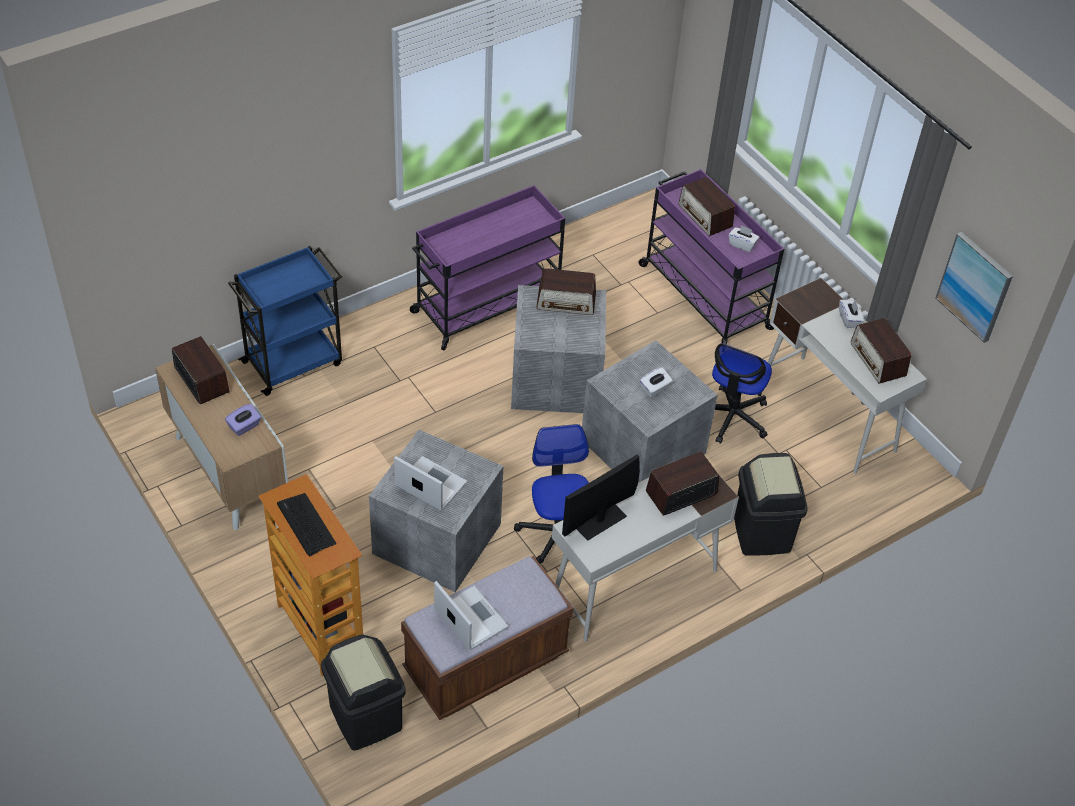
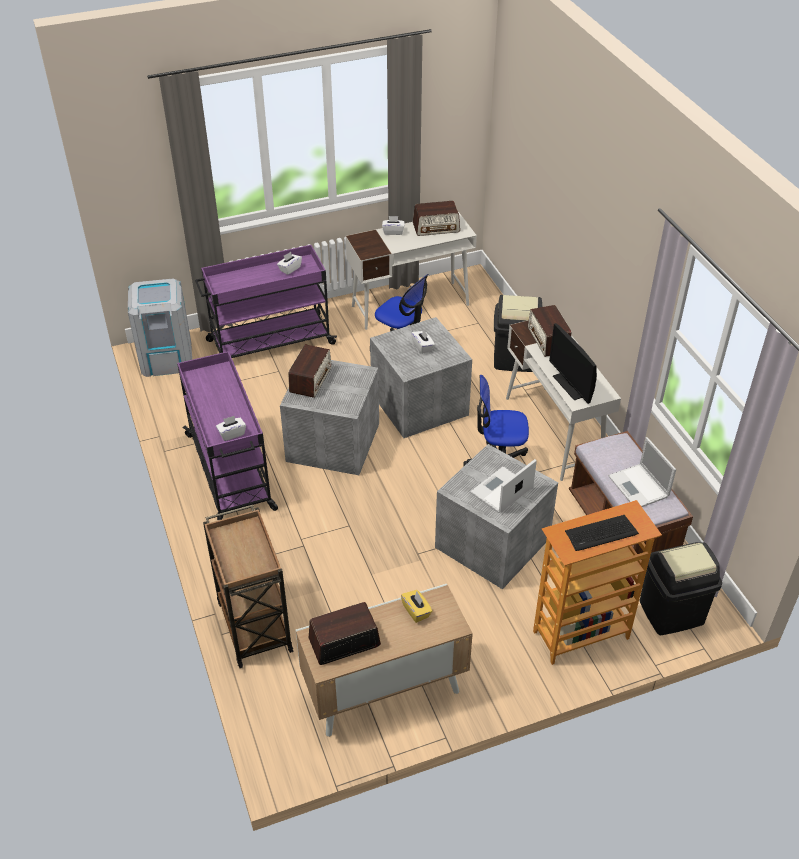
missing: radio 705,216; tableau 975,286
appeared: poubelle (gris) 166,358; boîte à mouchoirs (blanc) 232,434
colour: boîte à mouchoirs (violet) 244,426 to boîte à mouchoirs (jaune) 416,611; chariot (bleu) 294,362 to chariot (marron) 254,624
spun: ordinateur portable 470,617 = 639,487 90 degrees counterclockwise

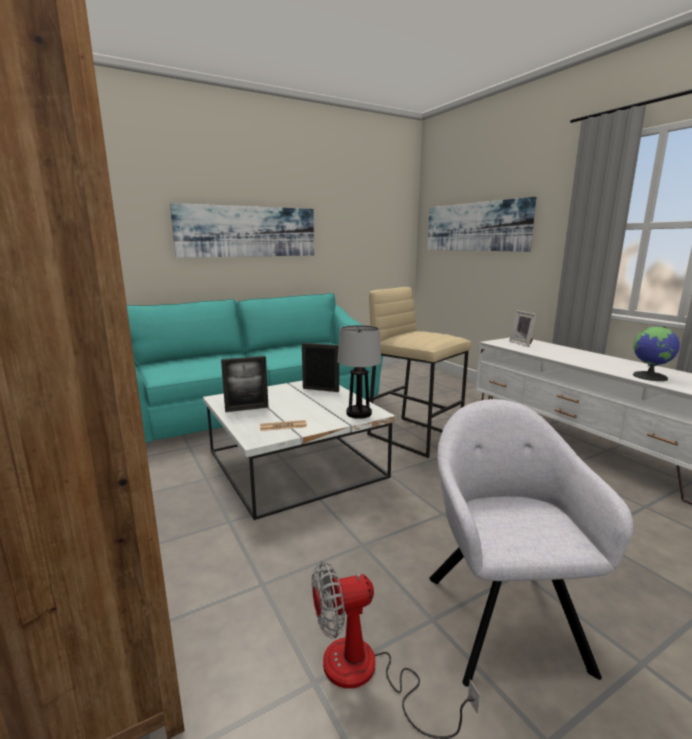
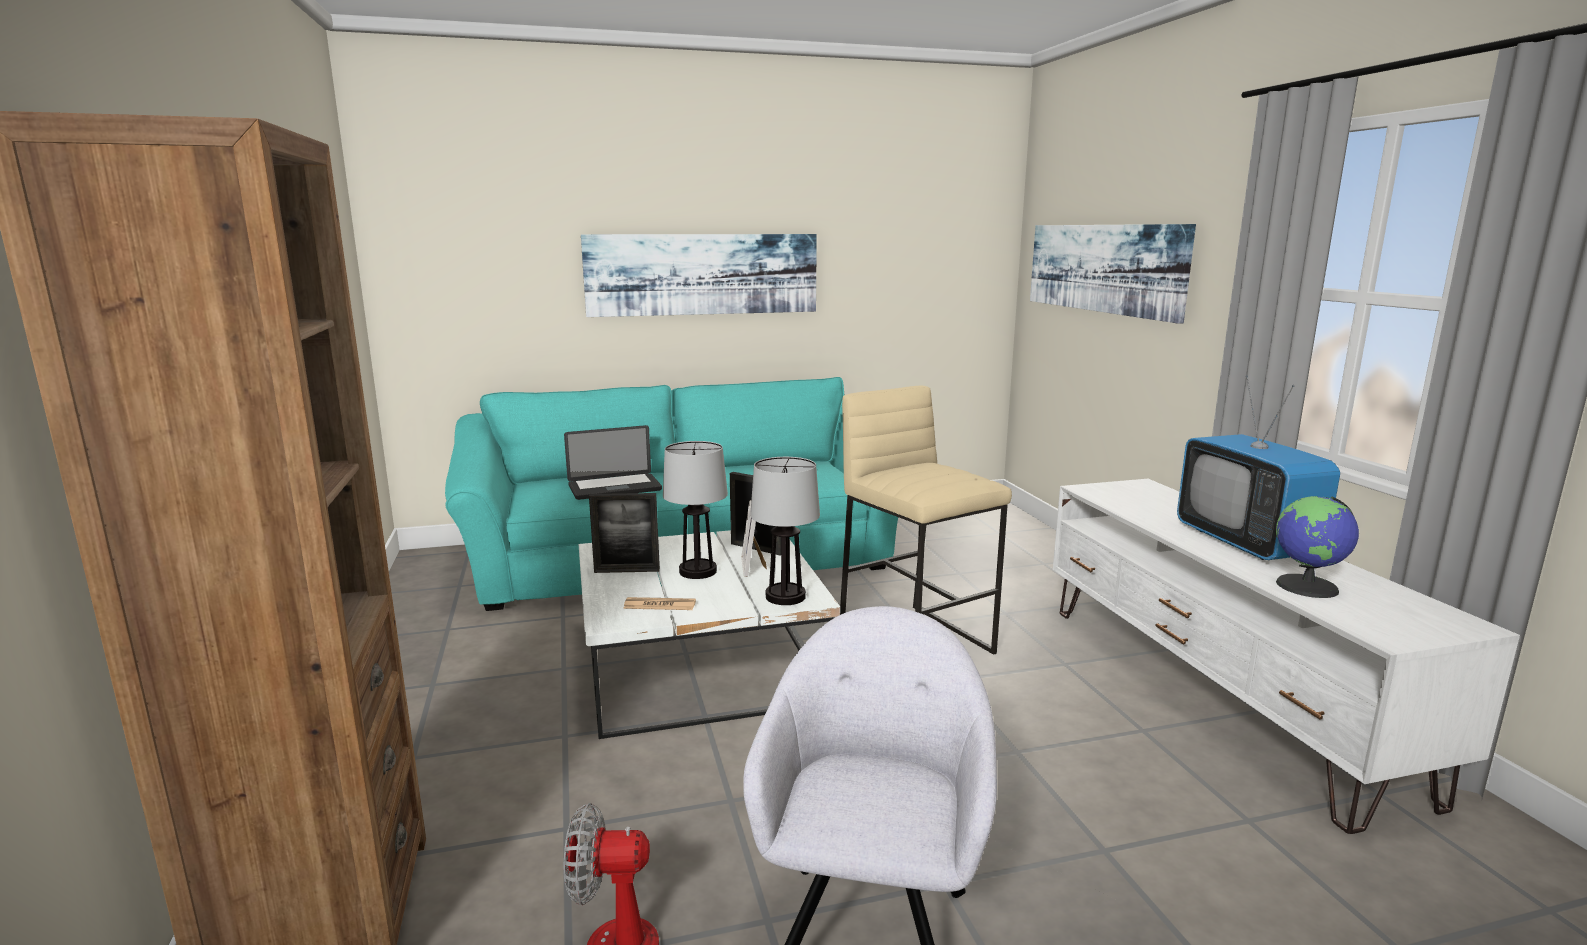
appeared: ordinateur portable 614,488; lampe de table 697,571; téléviseur 1245,543
relocated: cadre photo 522,343 to 754,566

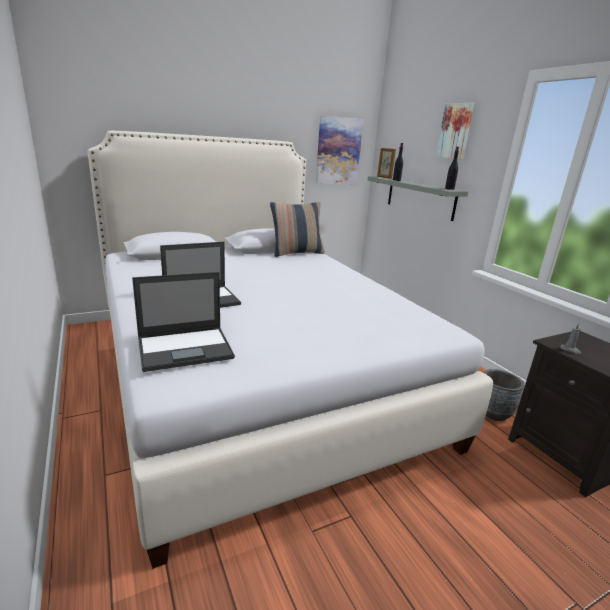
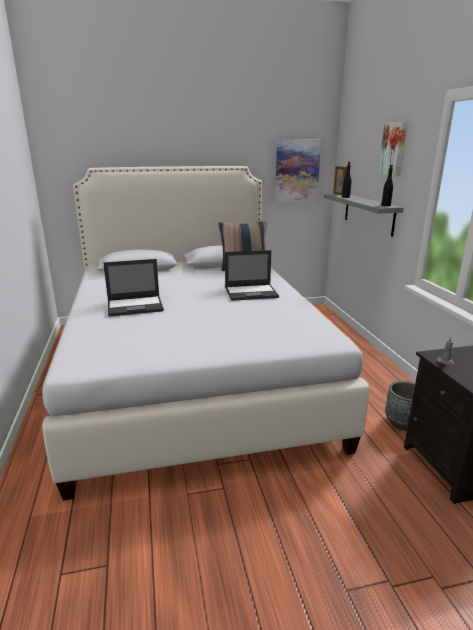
relocated: ordinateur portable 186,348 to 251,292

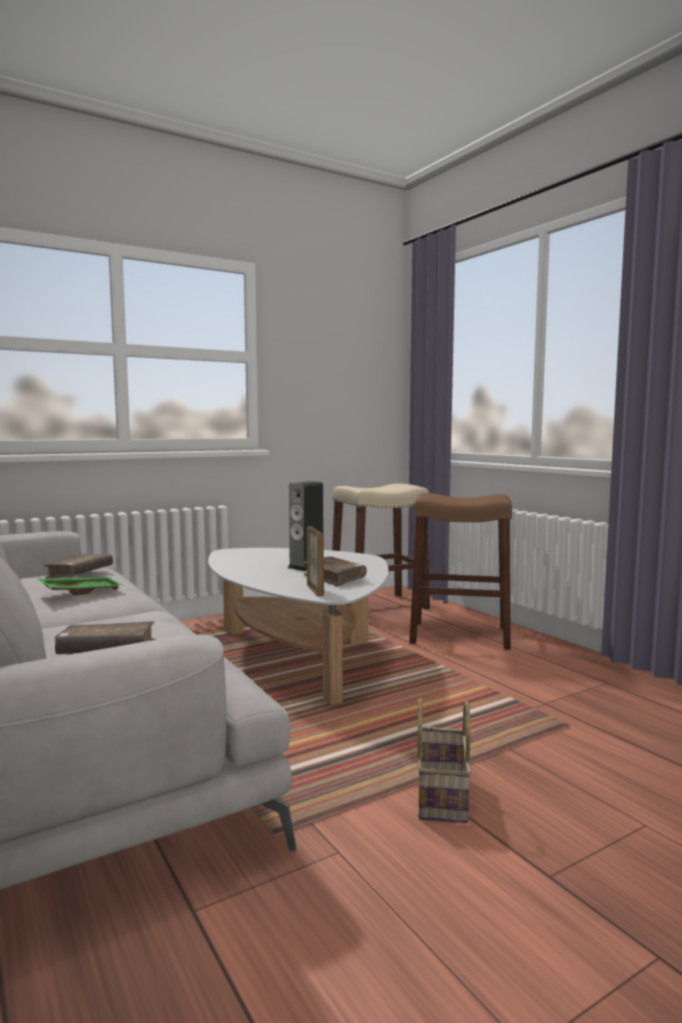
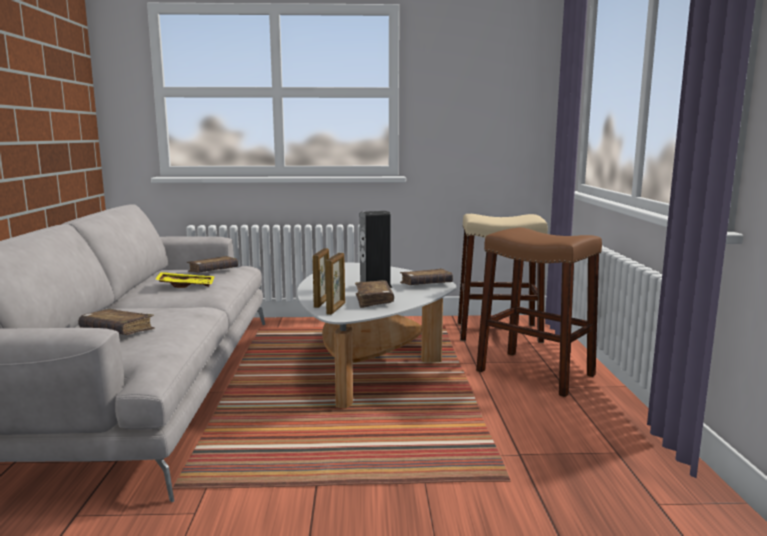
missing: panier 440,795
appeared: cadre photo 322,302; livre (marron) 426,284
colour: plateau (vert) 81,592 to plateau (jaune) 186,285

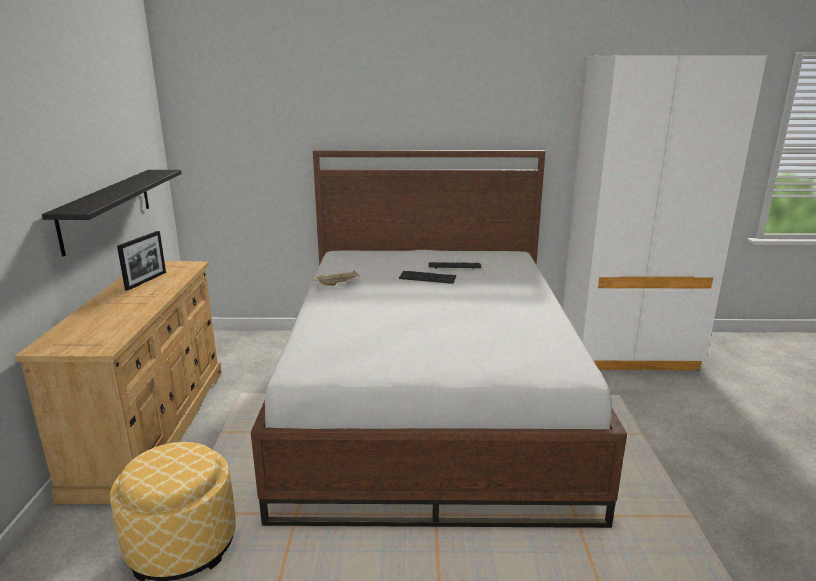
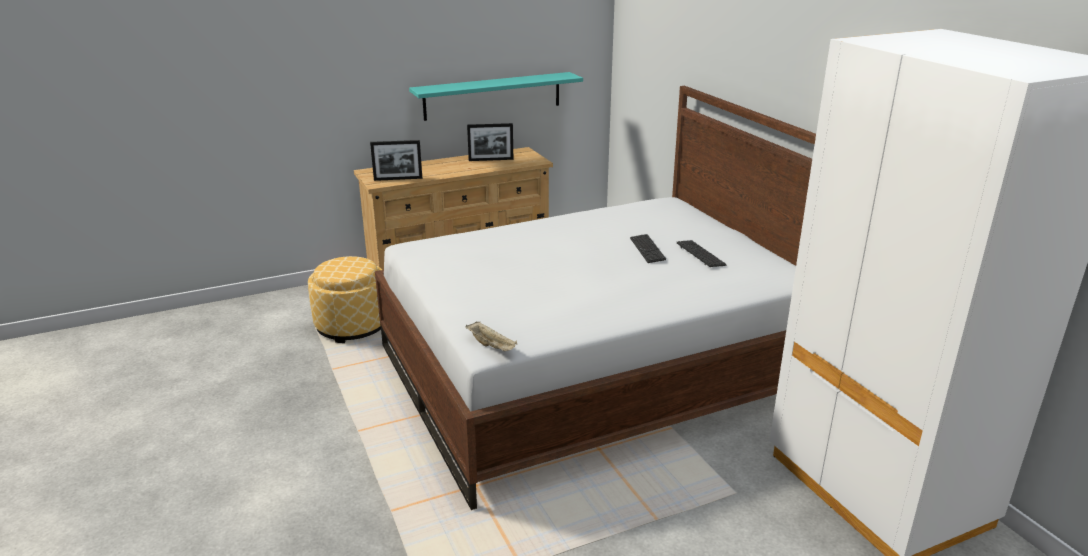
appeared: cadre photo 398,179
relocated: plateau (beige) 337,284 to 492,346
colour: étagère (noir) 107,208 to étagère (turquoise) 492,96

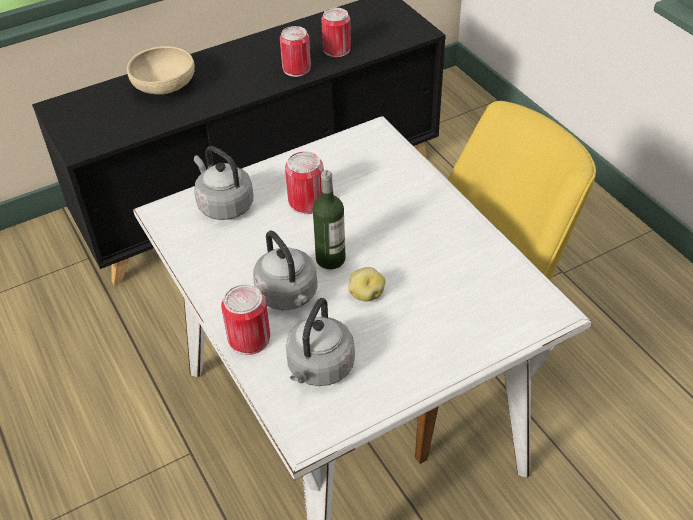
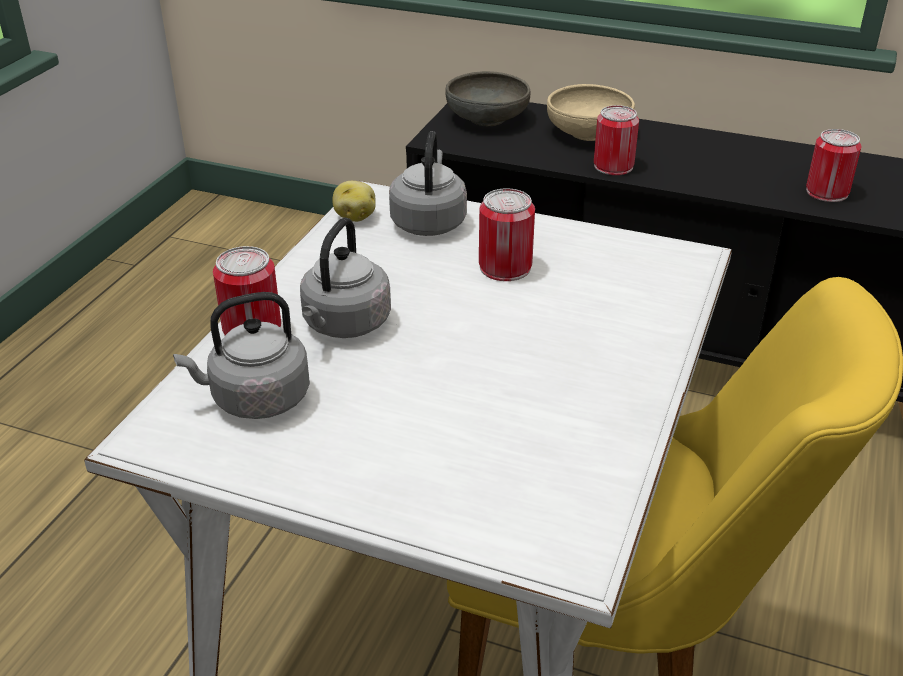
missing: bouteille 330,259
appeared: bol (gris) 487,119
relocated: boîte métallique 296,68 to 613,166; pomme de terre 366,294 to 355,216

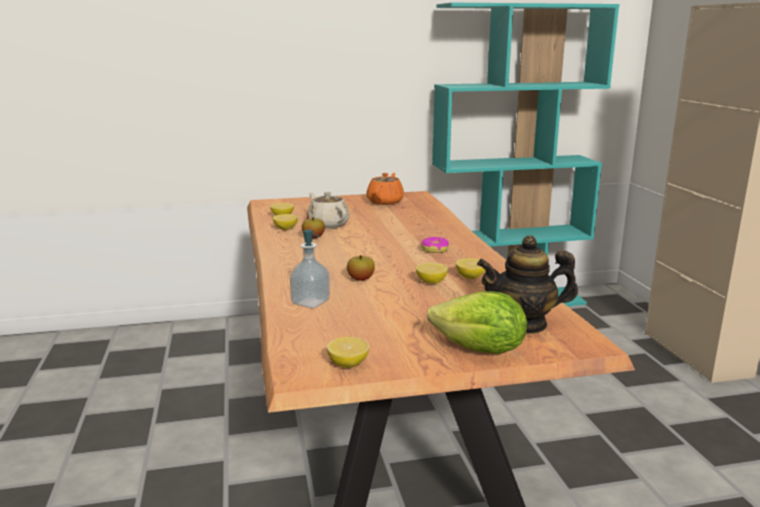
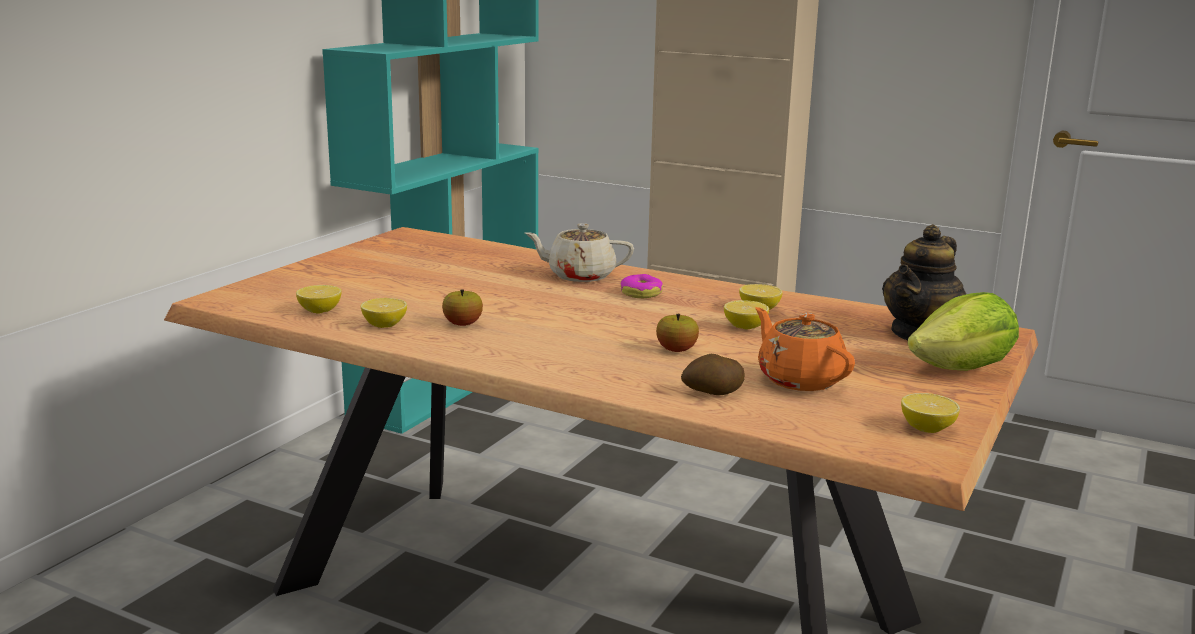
relocated: théière (beige) 327,224 to 580,276; théière (orange) 385,202 to 799,379
exchanged: distributeur de savon 310,302 to pomme de terre 712,393

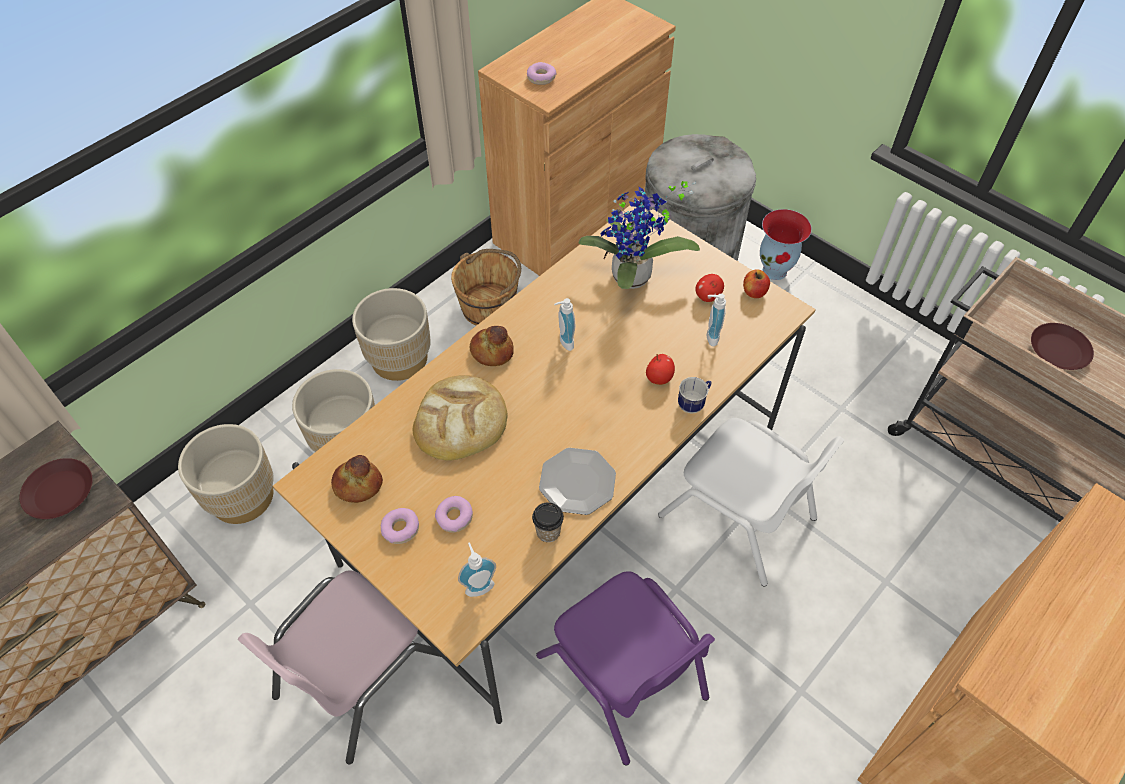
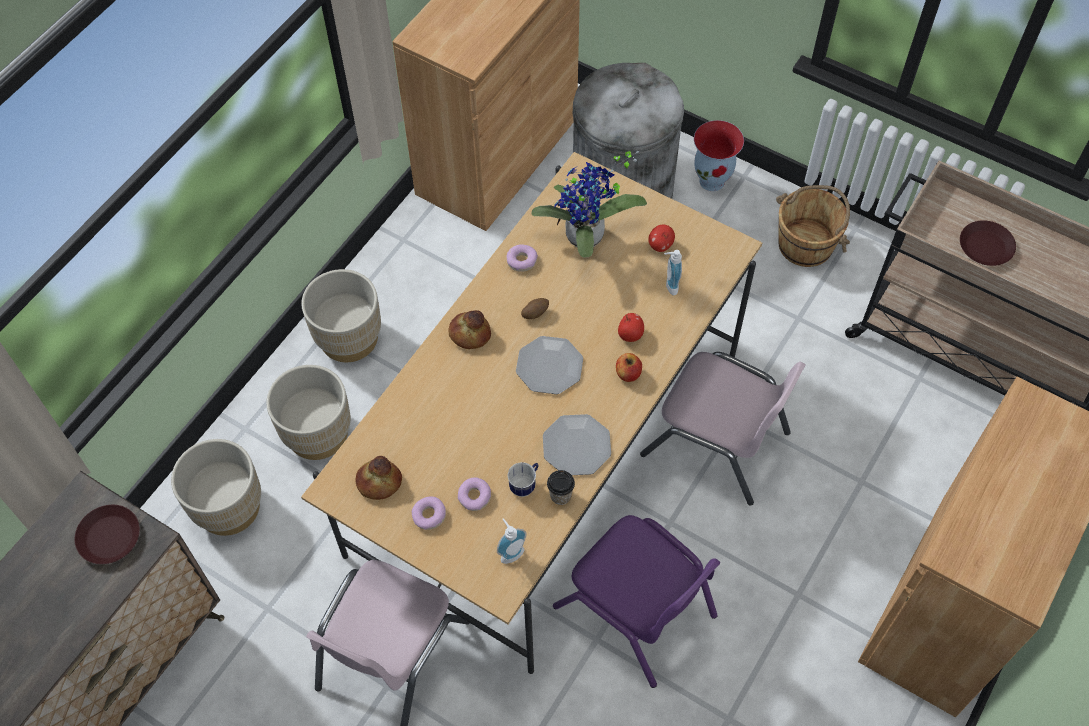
missing: pain 460,420
appeared: assiette 549,366
relocated: seau (marron) 489,307 to 806,244; beignet 541,78 to 522,261; mug 693,403 to 525,484; pomme 754,292 to 628,373
exchanged: distributeur de savon 563,342 to pomme de terre 535,313
colour: chaise (blanc) 738,517 to chaise (rose) 716,443

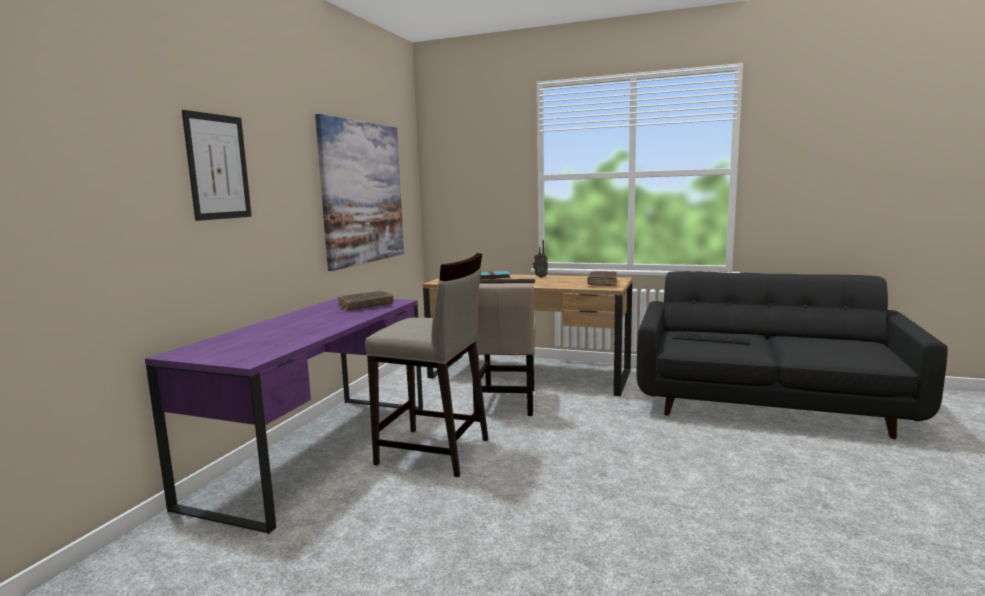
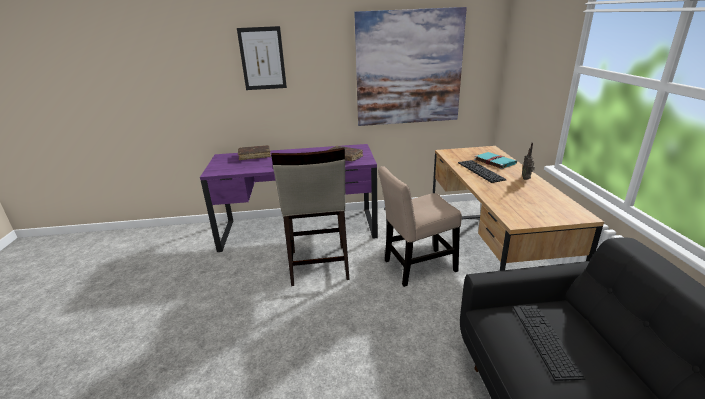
relocated: livre (marron) 602,283 to 255,156

